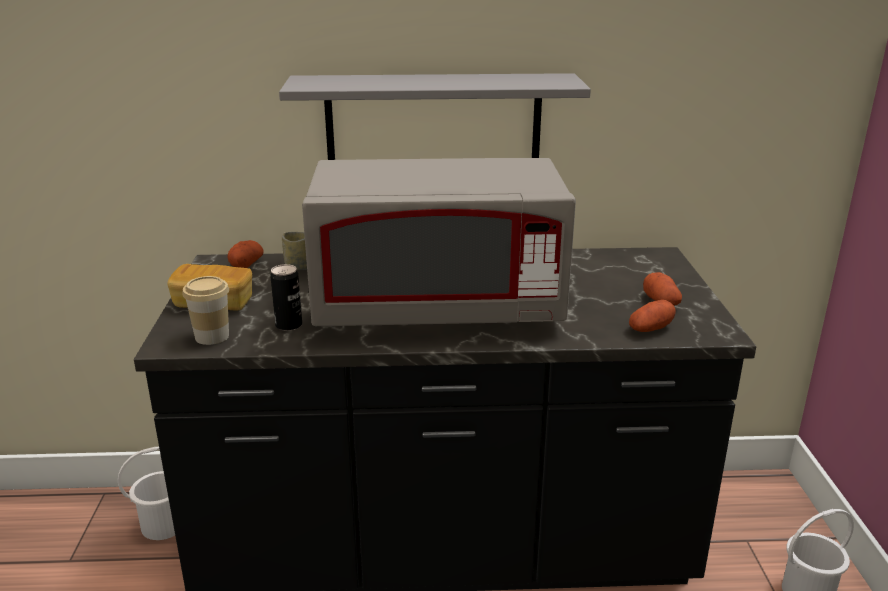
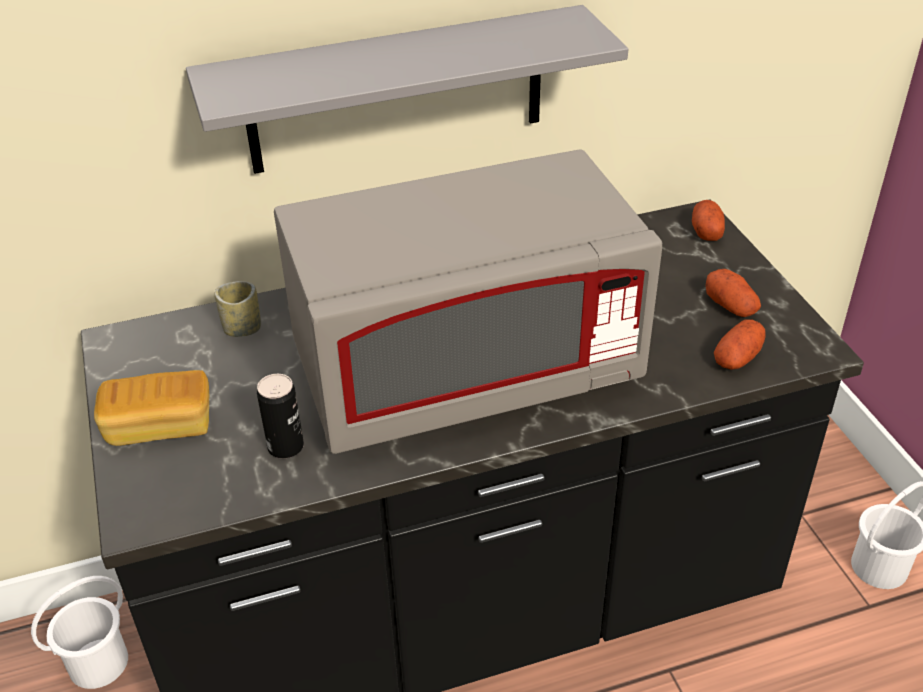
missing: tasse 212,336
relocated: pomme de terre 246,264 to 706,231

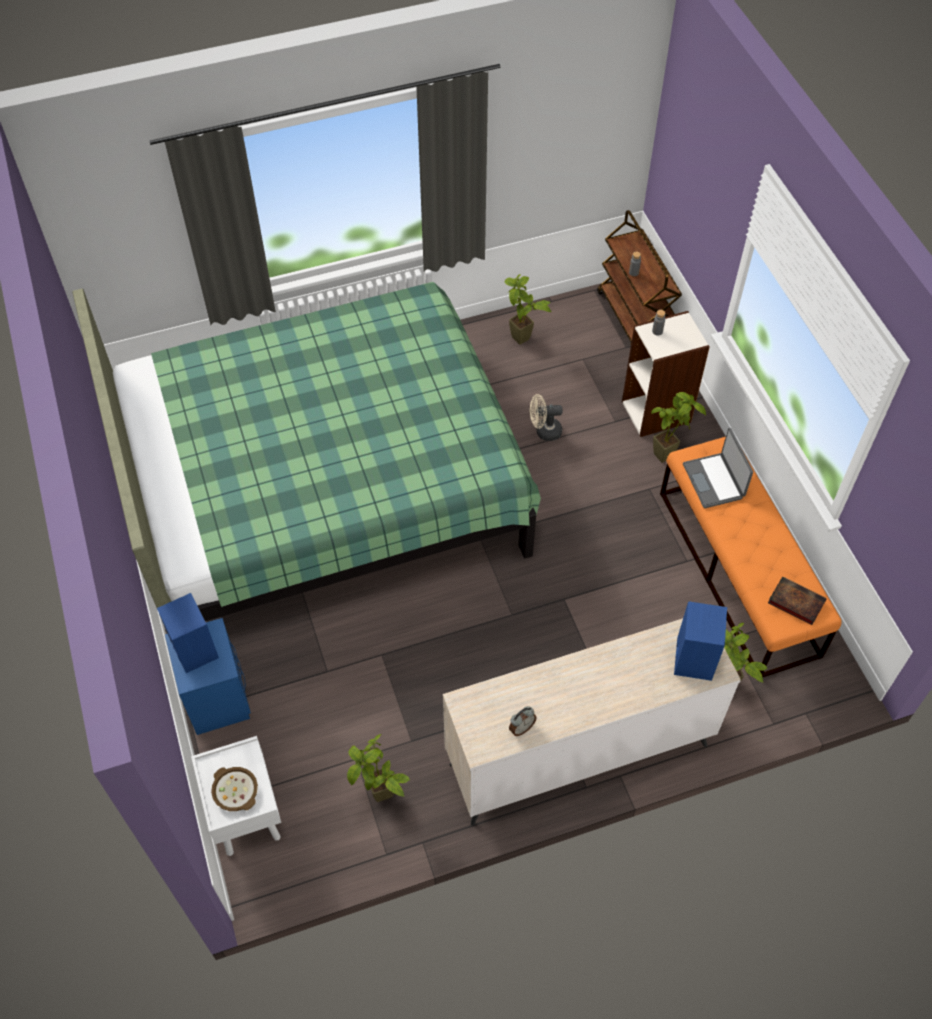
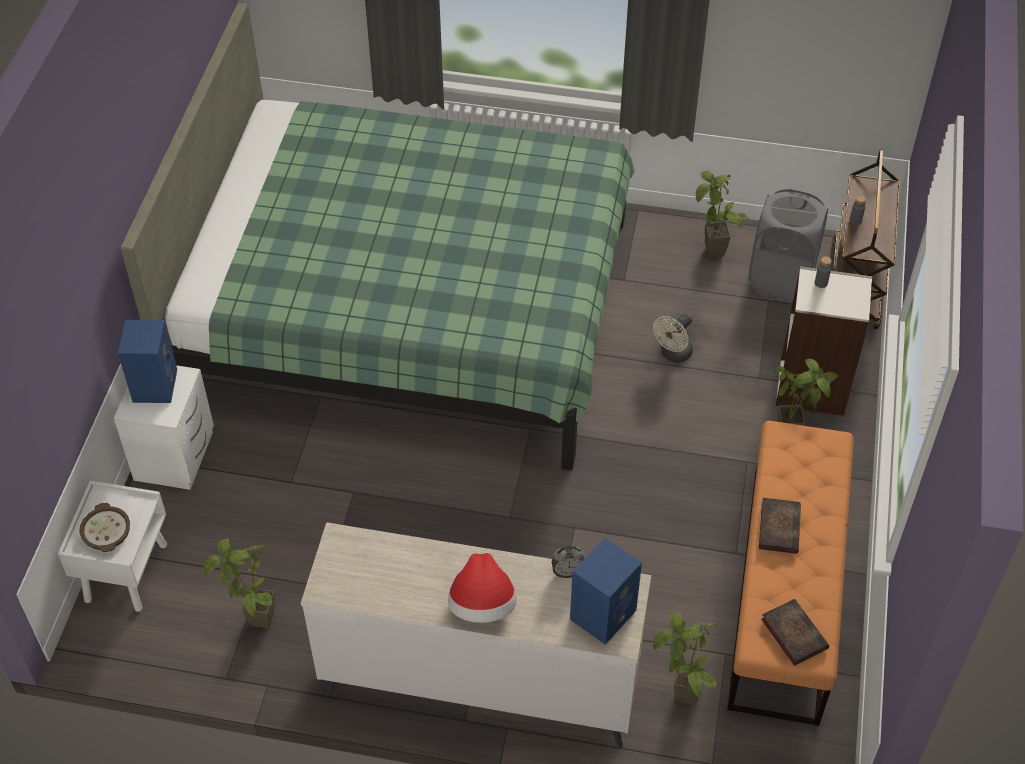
missing: ordinateur portable 714,481
appeared: chapeau 482,605; panier à linge (gris) 781,278; livre 778,526
relocated: réveil 521,728 to 568,572
colour: table de chevet (bleu) 217,696 to table de chevet (blanc) 176,455
spun: ventilateur (beige) 544,431 = 673,354 75 degrees counterclockwise

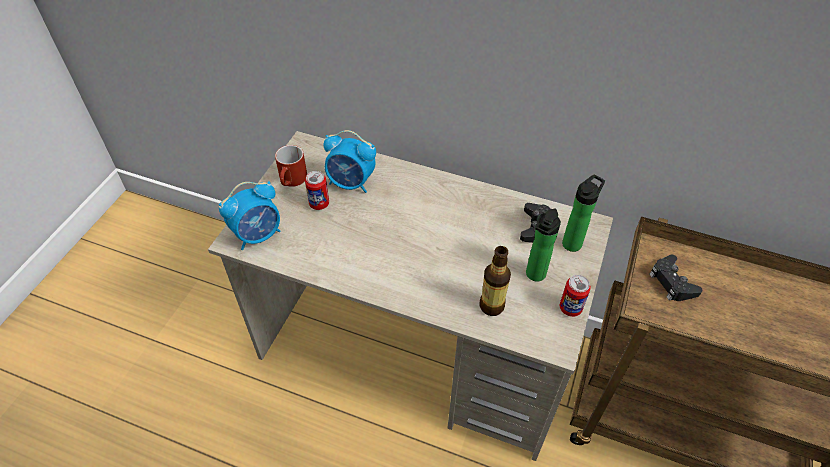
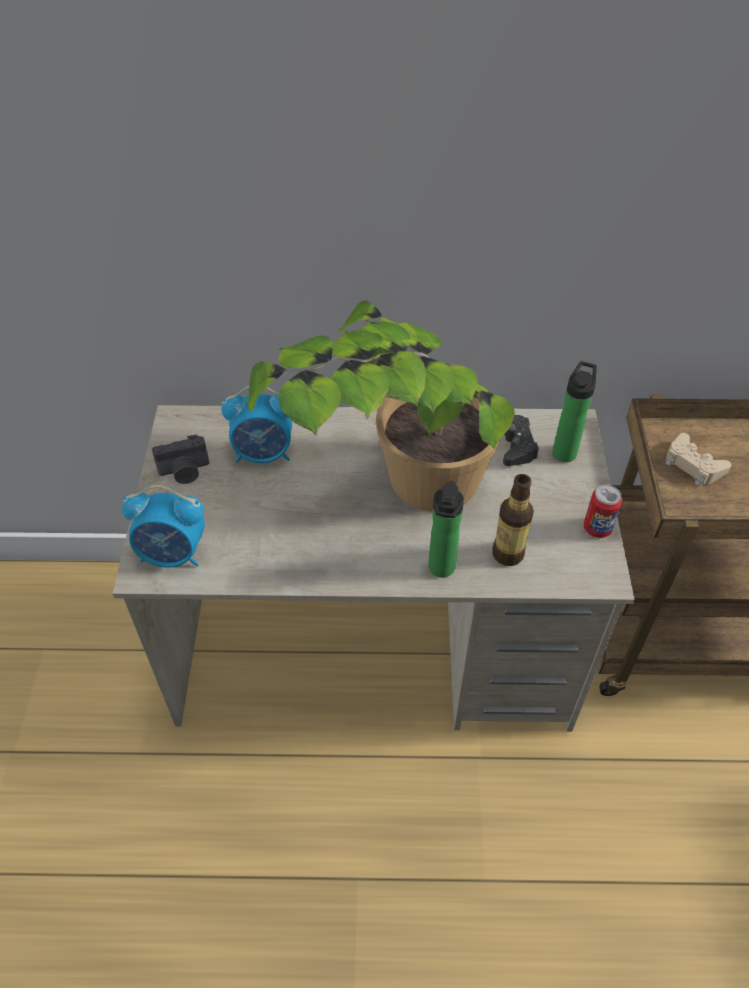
missing: boîte métallique 319,204
appeared: plante en pot 390,494
relocated: bouteille 534,276 to 441,570
exchanged: mug (rouge) 292,181 to appareil photo 185,472
colour: manette (noir) 672,282 to manette (beige) 693,465
spun: réveil 258,235 = 173,554 60 degrees clockwise

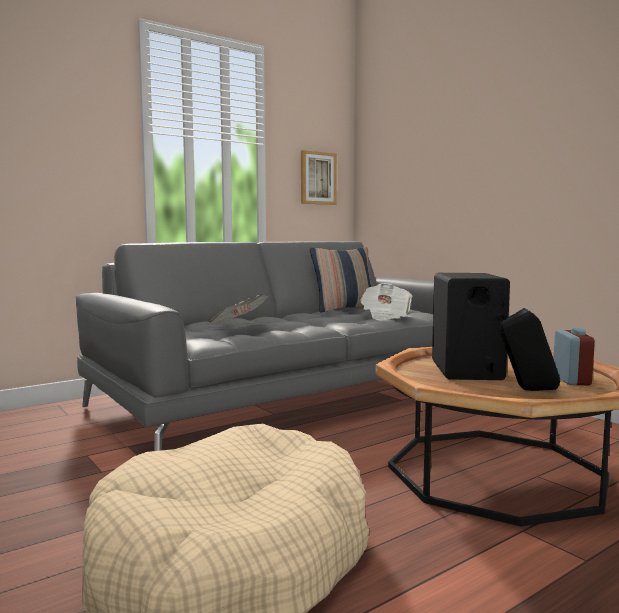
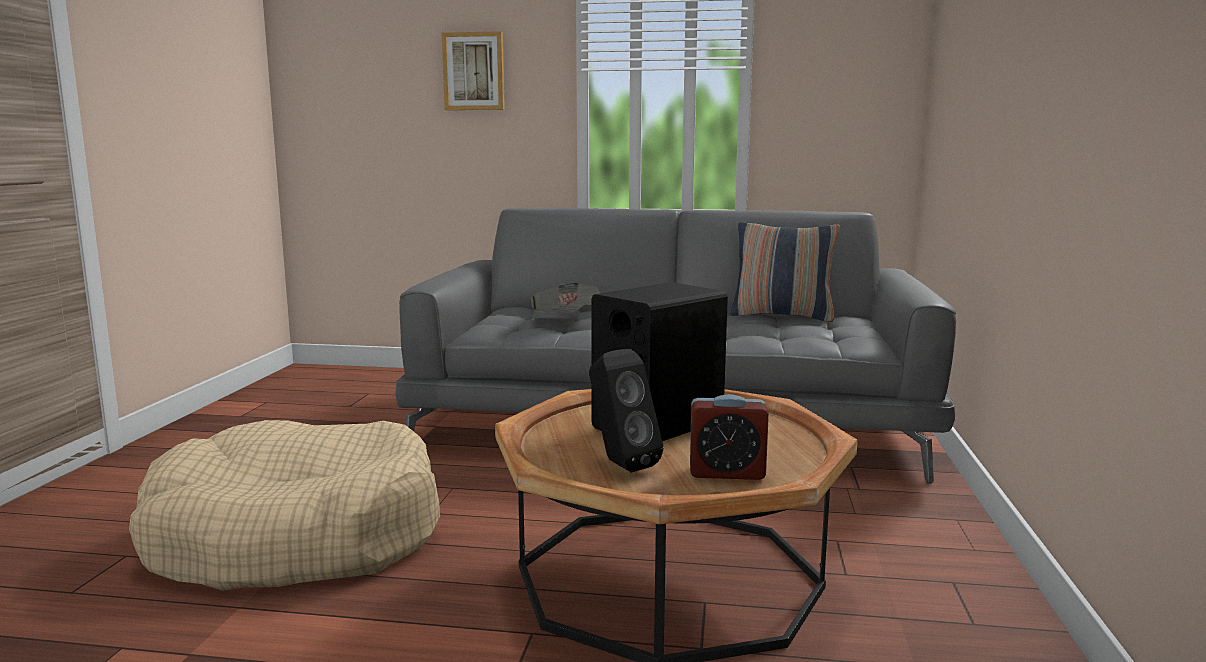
missing: journal 385,316
relocated: tableau 317,178 to 474,71
spun: réveil 571,380 = 727,473 45 degrees clockwise

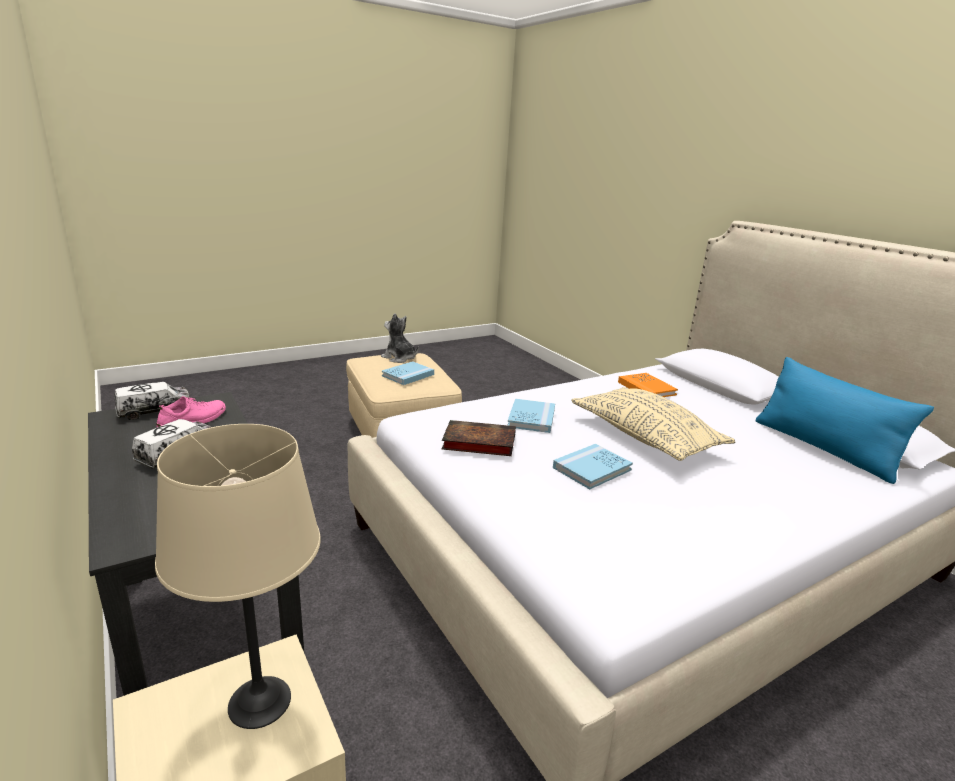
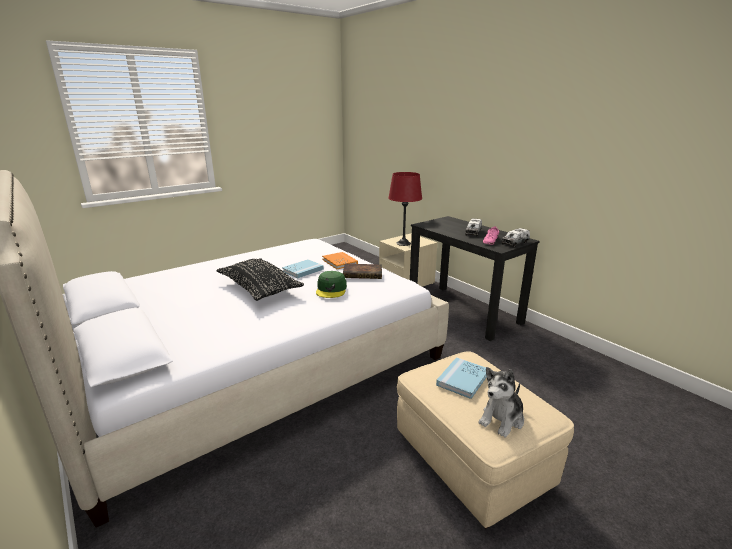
missing: coussin (bleu) 823,448
relocated: livre (orange) 646,388 to 339,262
exchanged: livre (bleu) 531,418 to casquette (vert) 331,289
colour: lampe de table (beige) 259,702 to lampe de table (rouge) 403,243; coussin (beige) 645,436 to coussin (noir) 259,288
spun: peluche 399,358 = 502,419 105 degrees clockwise

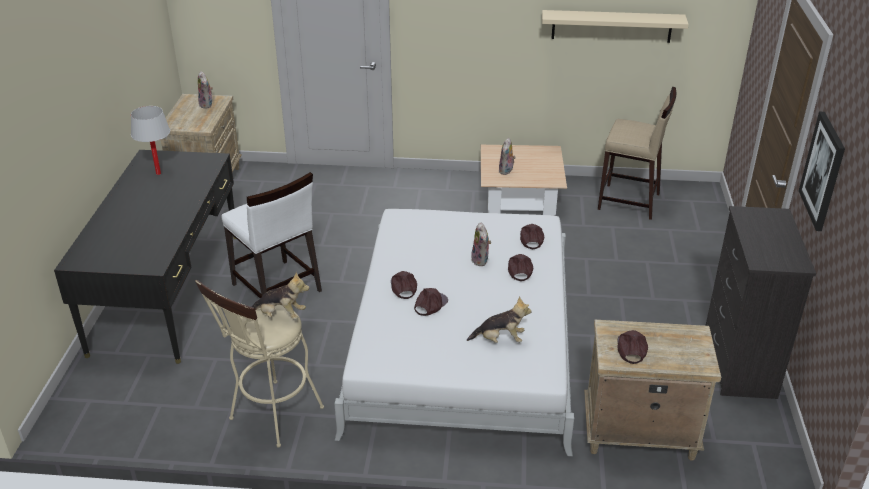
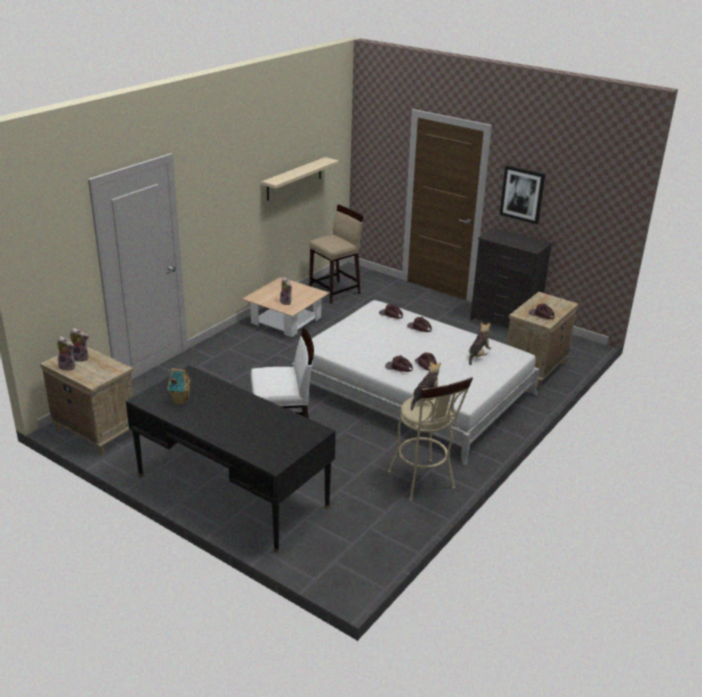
relocated: peluche 481,260 to 68,366
exchanged: lampe de table (blanc) 158,173 to maison miniature 180,400

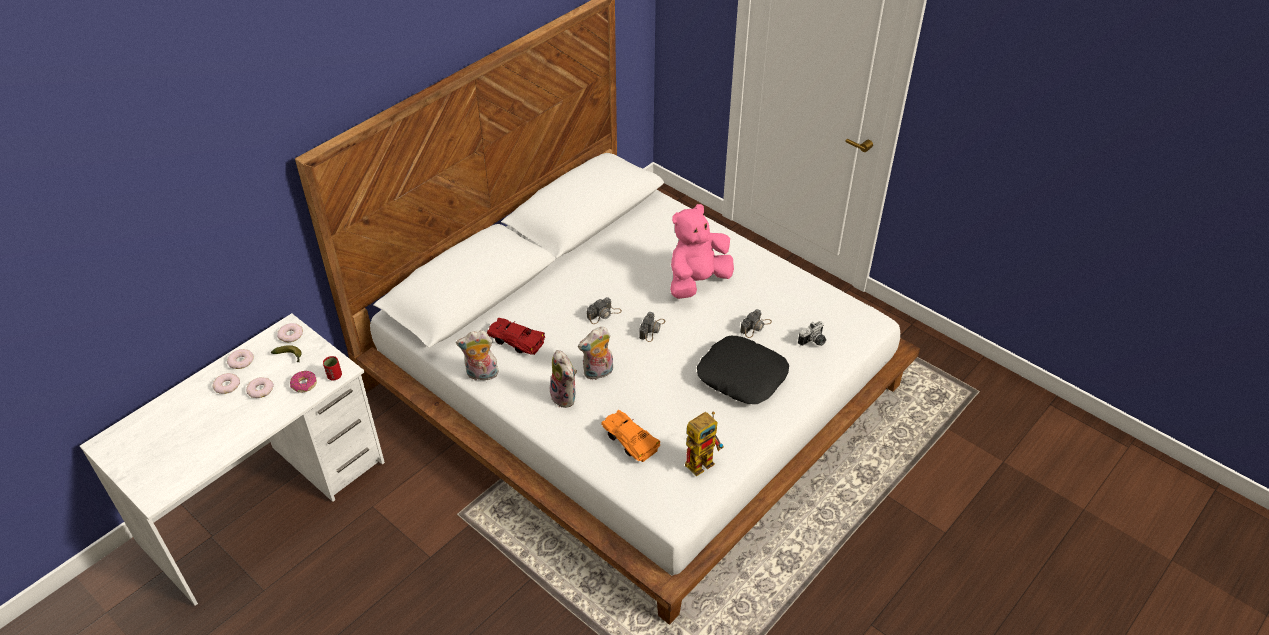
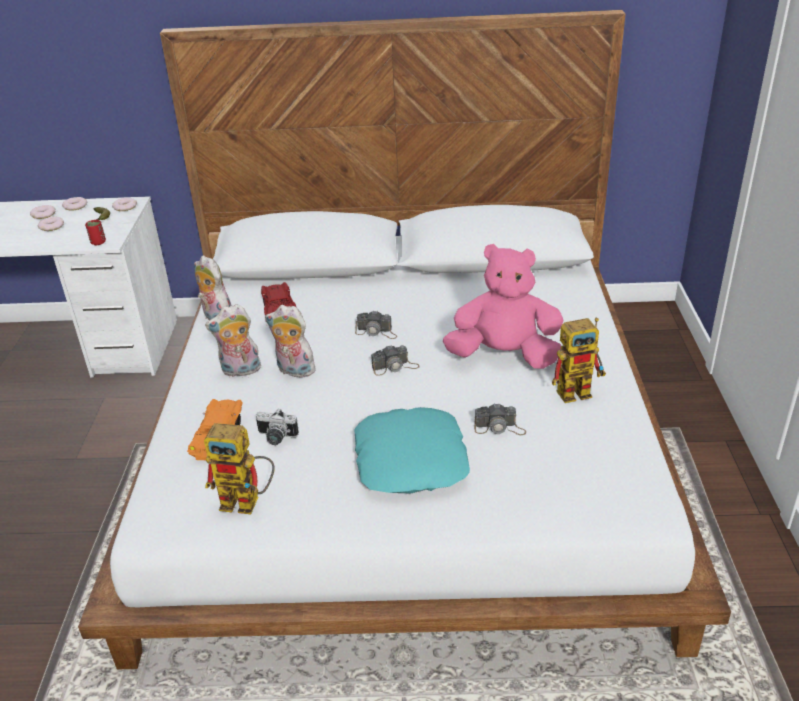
missing: beignet 304,385
appeared: robot jouet 579,390
relocated: appareil photo 813,342 to 276,438
colour: coussin (noir) 742,376 to coussin (turquoise) 412,460
spun: peluche 565,397 = 240,371 60 degrees clockwise

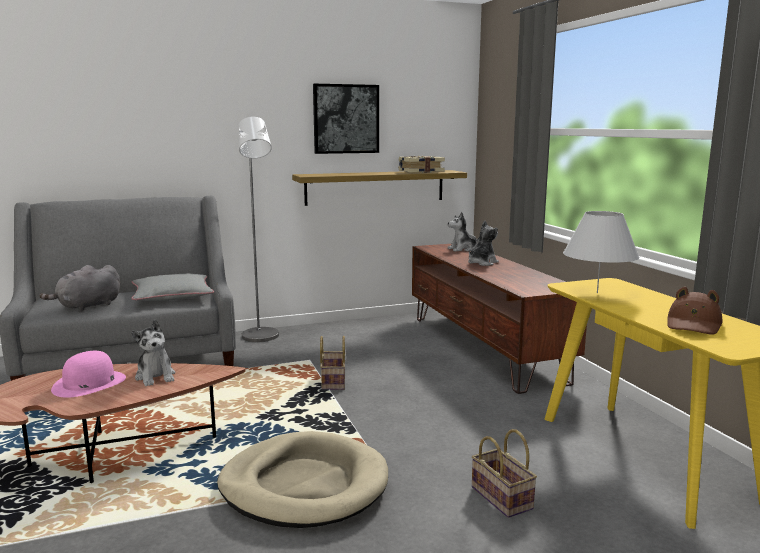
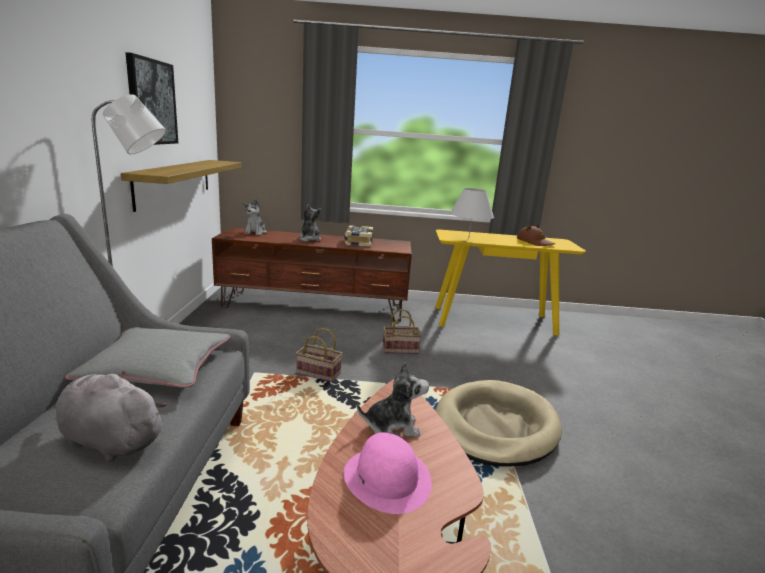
relocated: livre 420,171 to 358,242; panier 503,498 to 401,349
spun: peluche (gris) 87,306 = 109,440 135 degrees clockwise

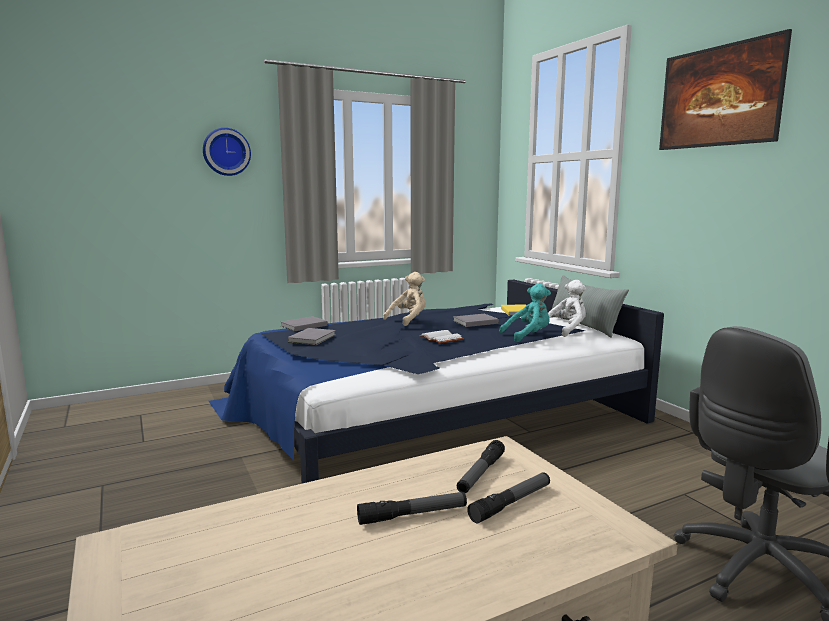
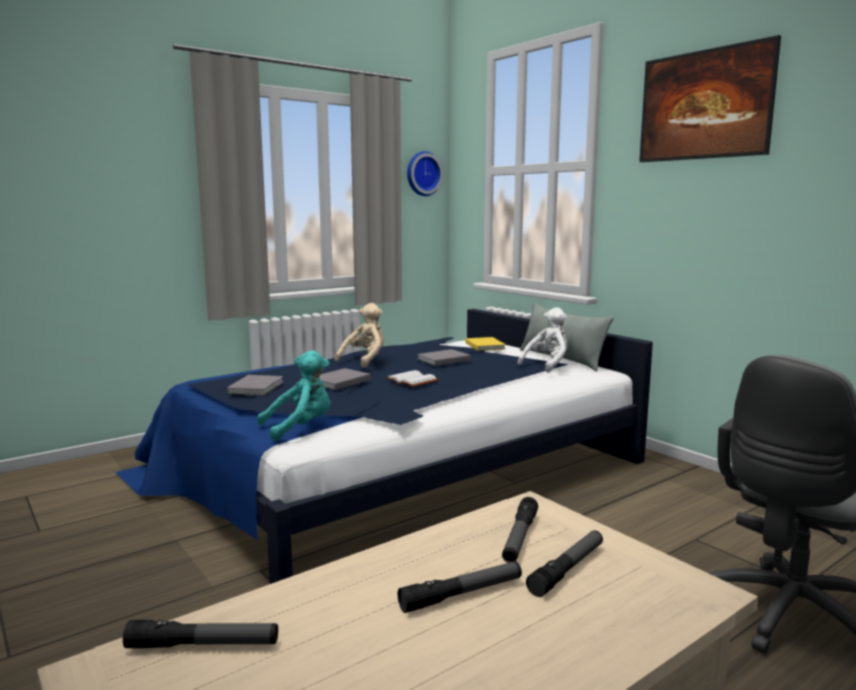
appeared: lampe de poche 203,645
relocated: horloge murale 226,152 to 422,174; livre (gris) 302,326 to 338,382; peluche (turquoise) 528,336 to 300,428

